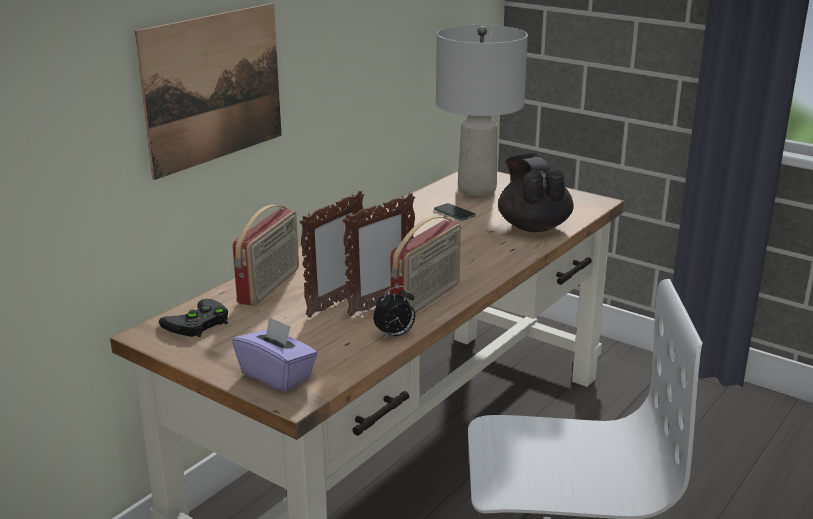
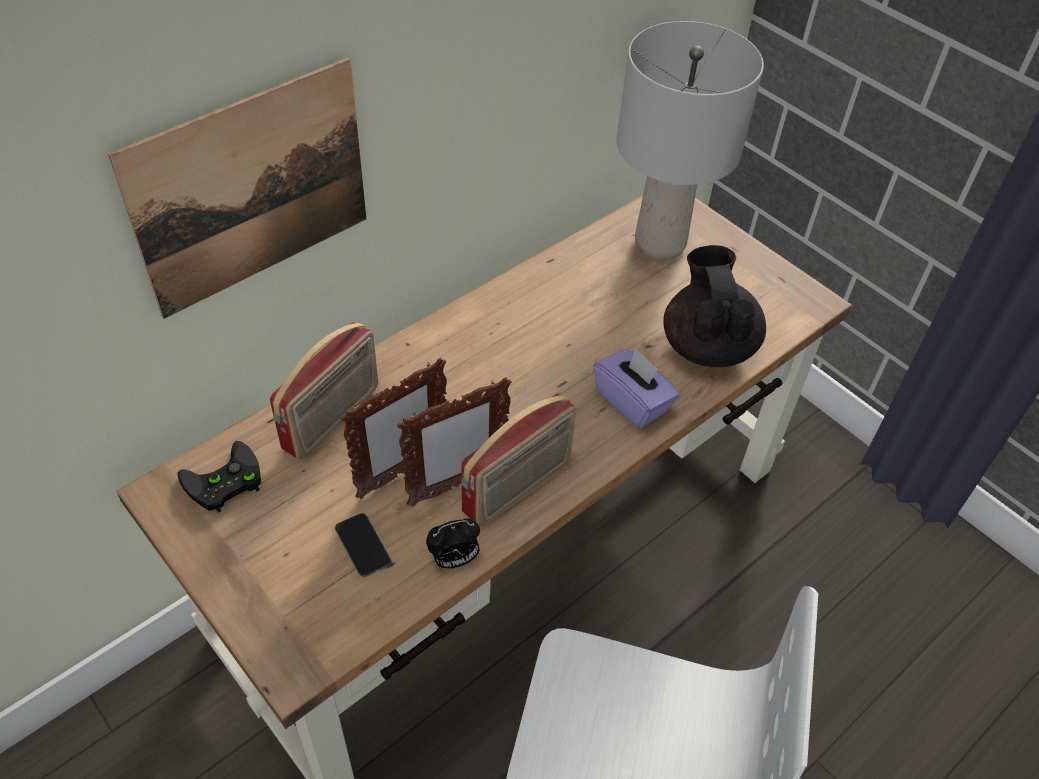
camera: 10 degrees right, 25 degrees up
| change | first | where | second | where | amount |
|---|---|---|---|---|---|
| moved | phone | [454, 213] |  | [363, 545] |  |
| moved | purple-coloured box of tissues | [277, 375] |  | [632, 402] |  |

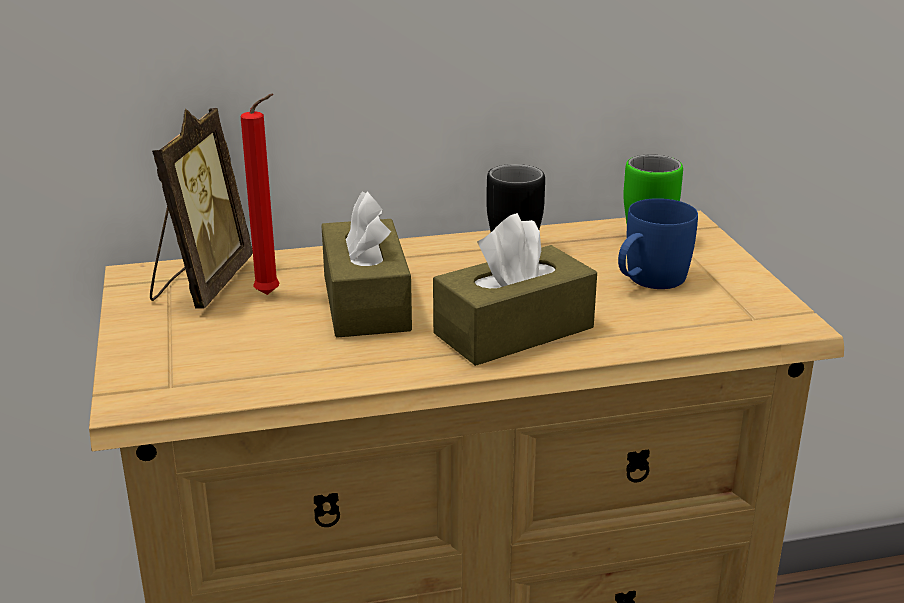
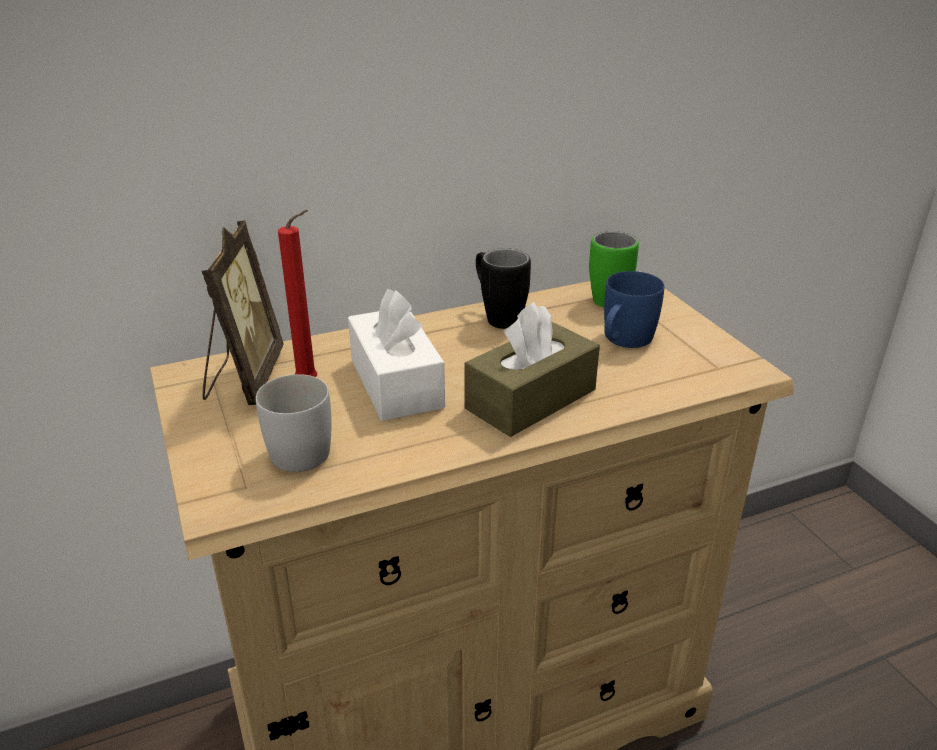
camera: 10 degrees left, 5 degrees up
| change | first | where | second | where | amount |
|---|---|---|---|---|---|
| added |  |  | white mug | [302, 446] |  |
| recoloured | brownish box of tissues | [366, 302] | white box of tissues | [396, 383] |  |

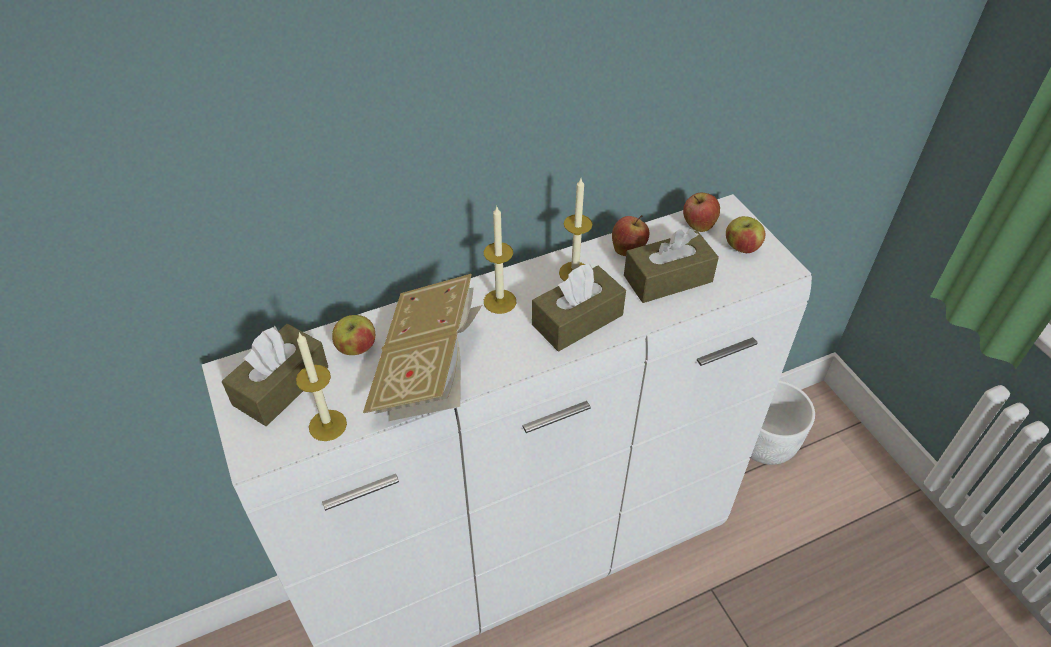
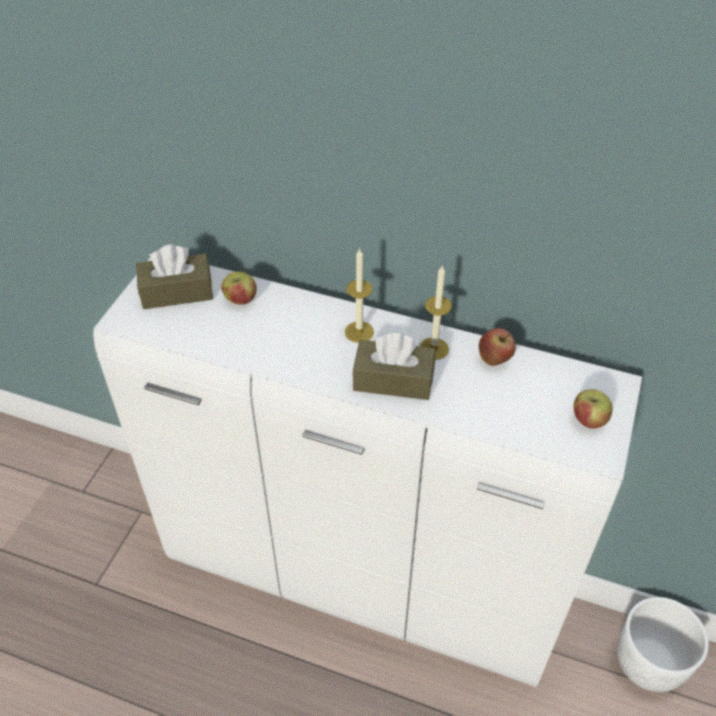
camera: 45 degrees right, 0 degrees up
| change | first | where | second | where | amount |
|---|---|---|---|---|---|
| removed | wax light | [327, 425] |  |  |  |
| removed | volume | [429, 371] |  |  |  |
| removed | brownish box of tissues | [668, 279] |  |  |  |
| removed | apple | [698, 226] |  |  |  |

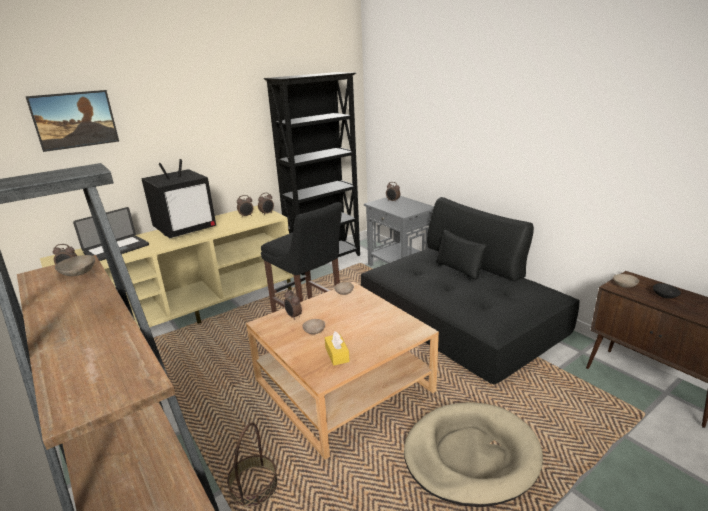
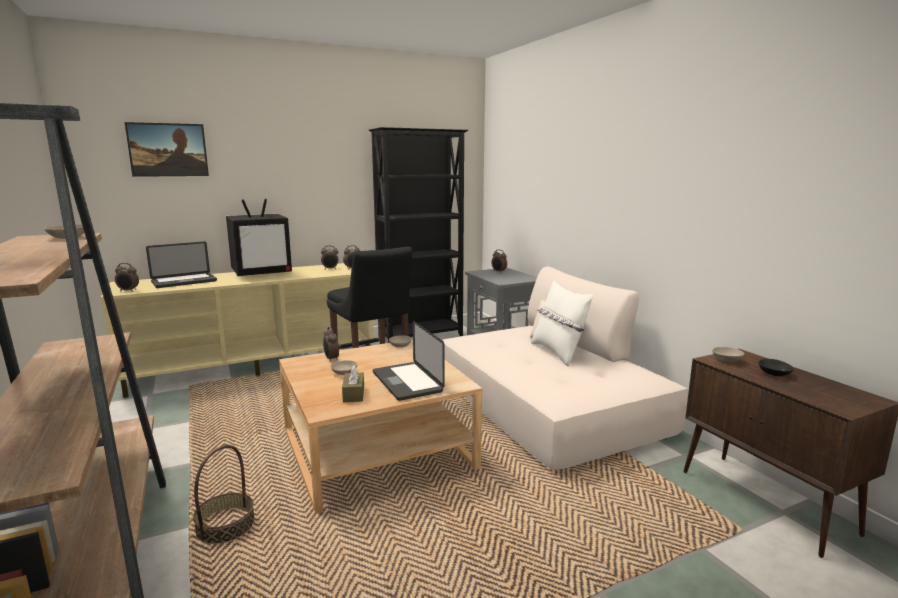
camera: 10 degrees right, 10 degrees down
| change | first | where | second | where | amount |
|---|---|---|---|---|---|
| recoloured | yellow box of tissues | [337, 354] | brownish box of tissues | [353, 394] |  |
| added |  |  | laptop | [407, 382] |  |
| recoloured | blackish couch | [460, 319] | beige-coloured couch | [547, 405] |  |
| added |  |  | white pillow | [558, 353] |  |
| removed | beige-coloured dog cushion | [470, 455] |  |  |  |

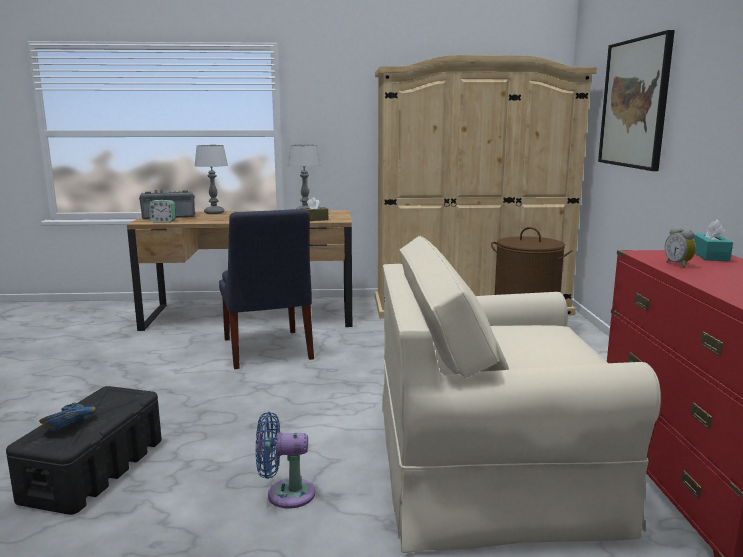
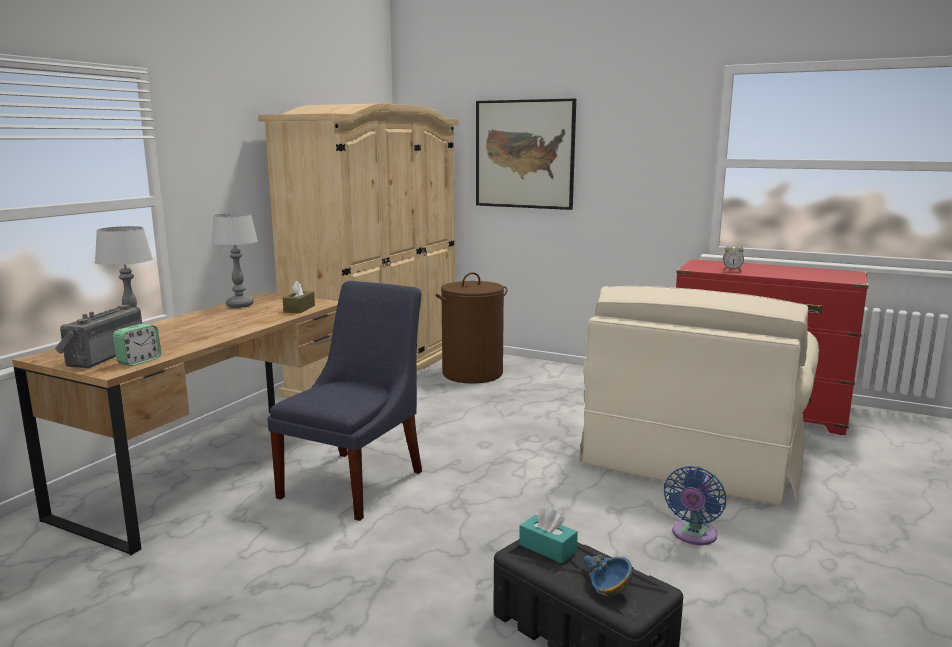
camera: 60 degrees left, 0 degrees up
| change | first | where | second | where | amount |
|---|---|---|---|---|---|
| turned | bluish chair | [267, 350] |  | [356, 481] | 75 degrees counterclockwise |
| moved | turquoise-coloured box of tissues | [709, 256] |  | [547, 548] |  |

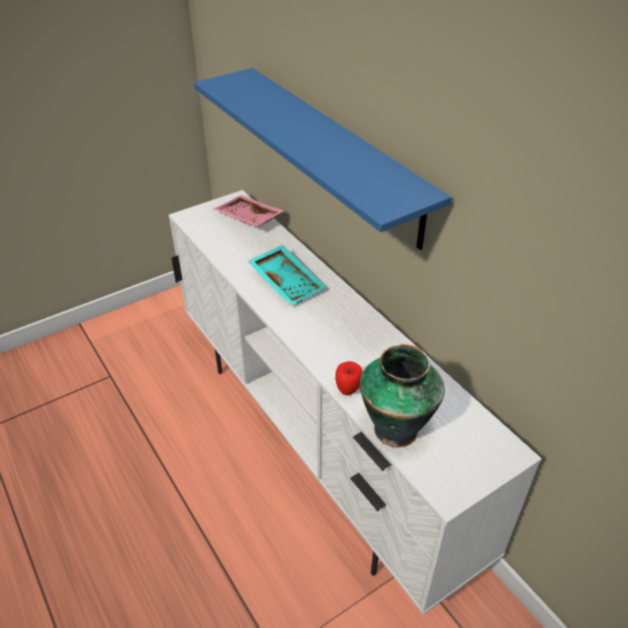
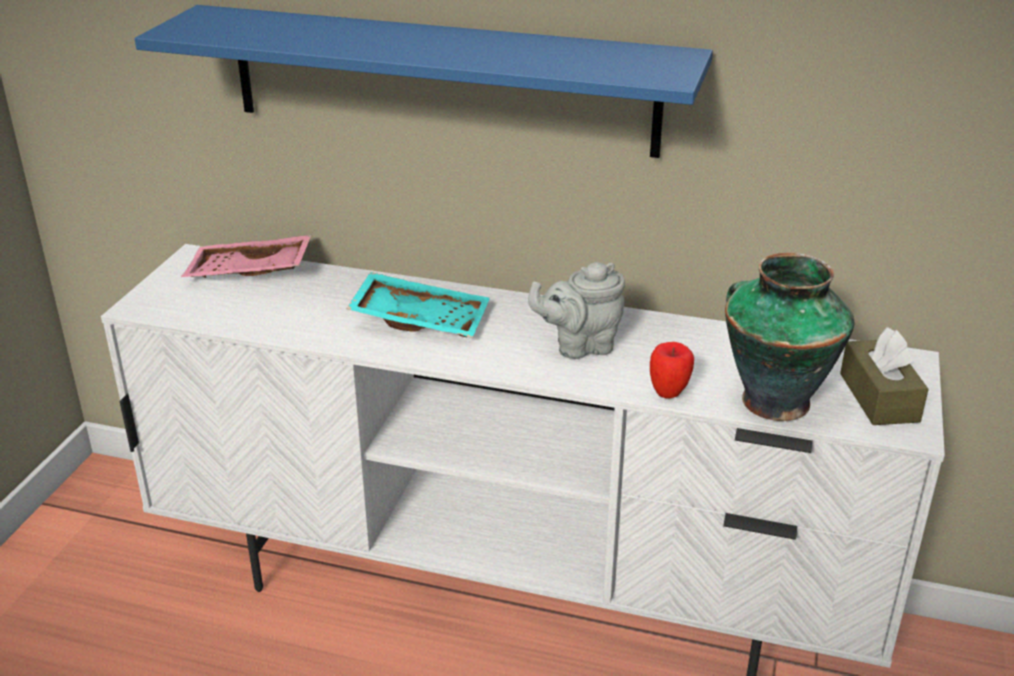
camera: 40 degrees left, 10 degrees down
| change | first | where | second | where | amount |
|---|---|---|---|---|---|
| added |  |  | grey tea pot | [579, 346] |  |
| added |  |  | brownish box of tissues | [879, 397] |  |

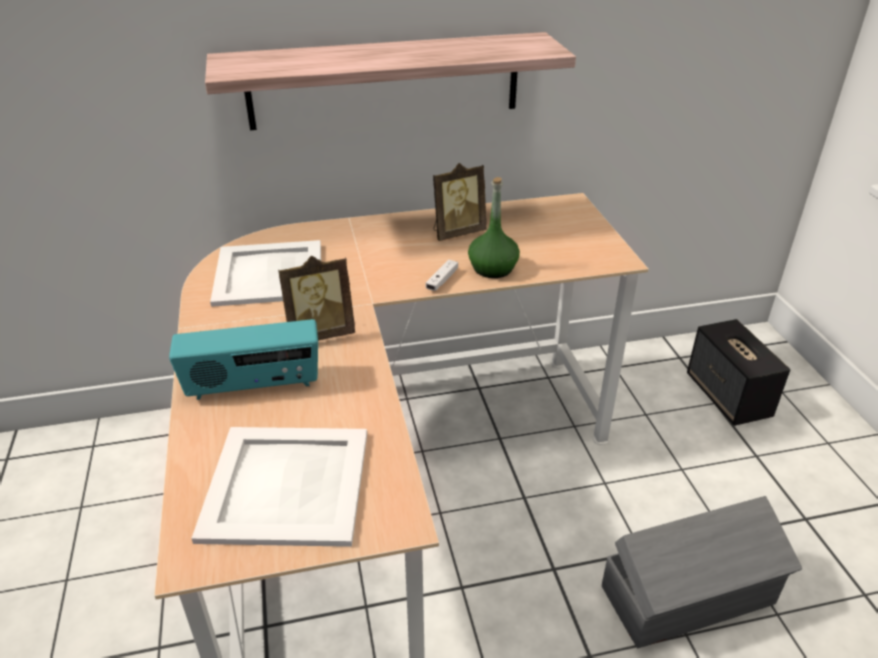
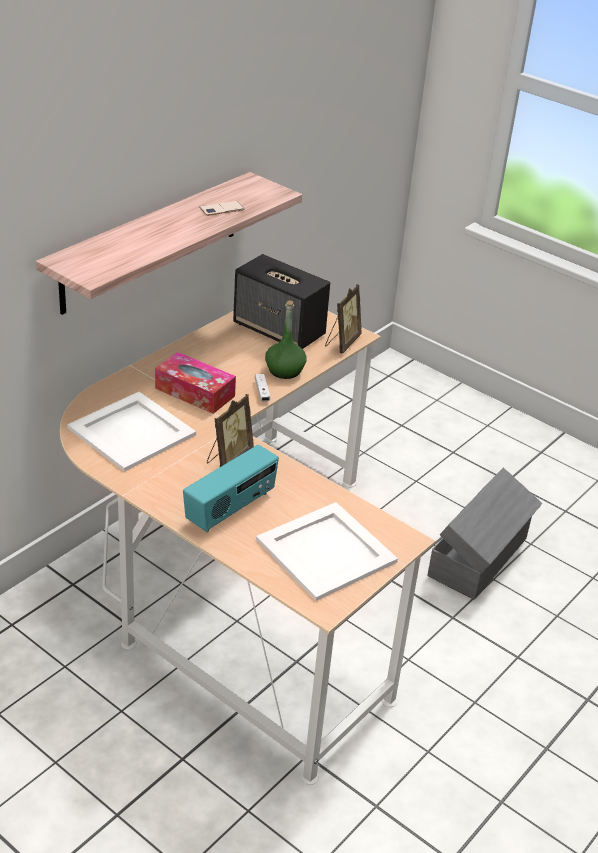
camera: 40 degrees left, 0 degrees up
| change | first | where | second | where | amount |
|---|---|---|---|---|---|
| added |  |  | box of tissues | [195, 392] |  |
| added |  |  | phone | [222, 209] |  |
| moved | audio speaker | [728, 397] |  | [280, 330] |  |
| moved | photo frame | [457, 232] |  | [342, 343] |  |

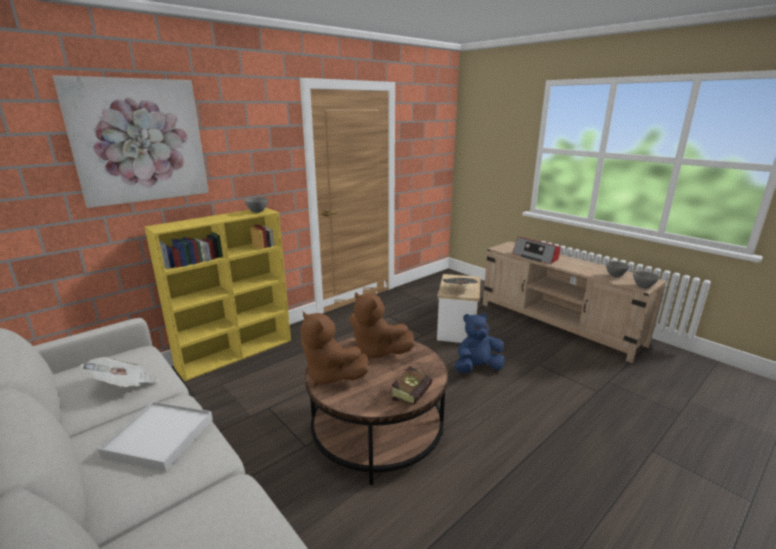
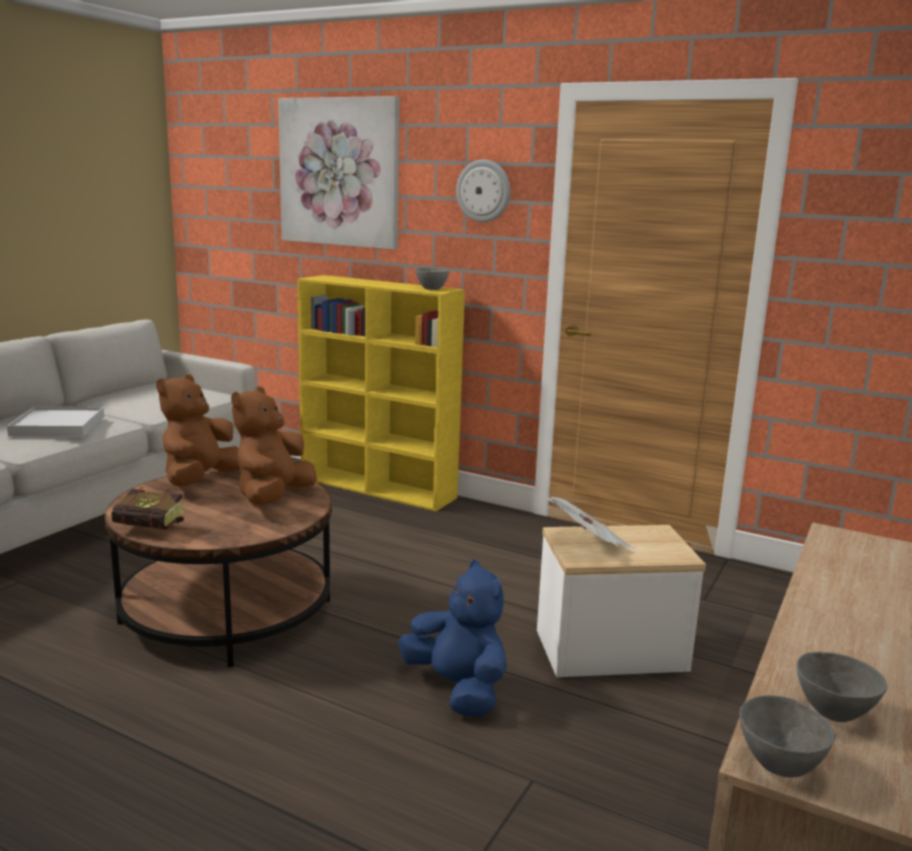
camera: 70 degrees right, 5 degrees down
| change | first | where | second | where | amount |
|---|---|---|---|---|---|
| added |  |  | wall clock | [483, 191] |  |
| removed | daily paper | [126, 385] |  |  |  |
| removed | radio receiver | [536, 257] |  |  |  |

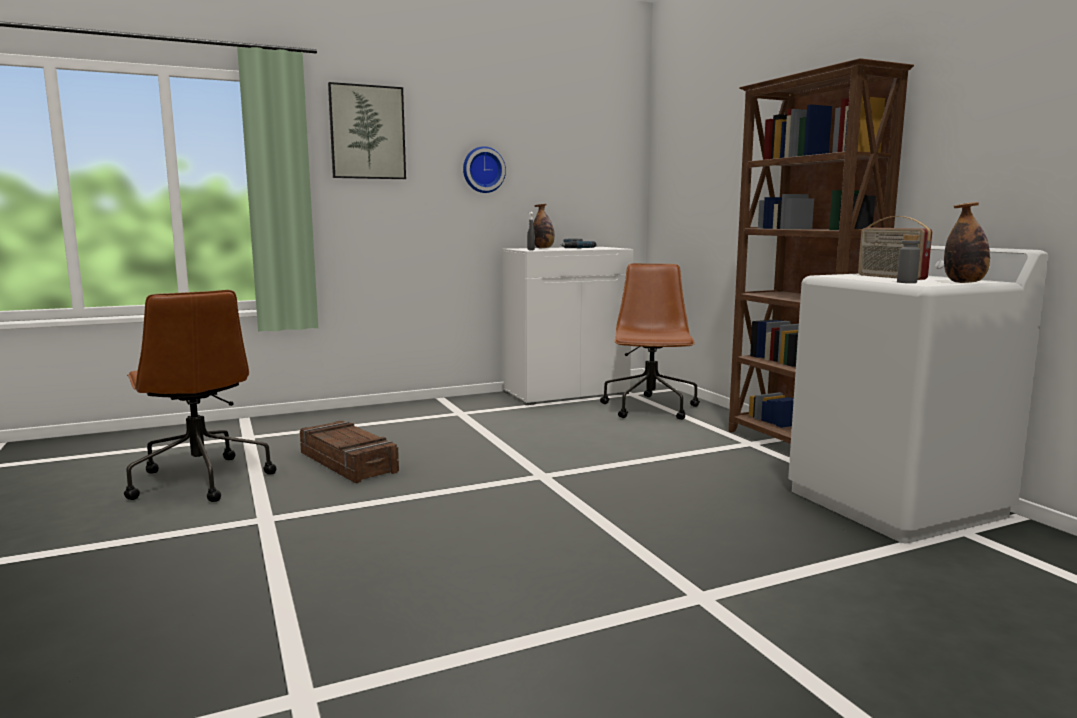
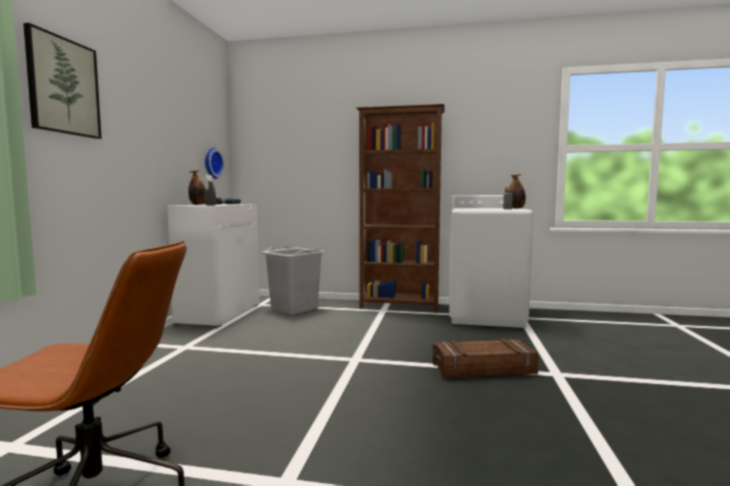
camera: 55 degrees left, 5 degrees down
| change | first | where | second | where | amount |
|---|---|---|---|---|---|
| moved | wall clock | [483, 170] |  | [212, 163] |  |
| replaced | brownish desk chair | [650, 409] | grey laundry basket | [294, 309] |  |
| moved | shipping crate | [349, 462] |  | [483, 368] |  |
| removed | radio receiver | [890, 277] |  |  |  |

